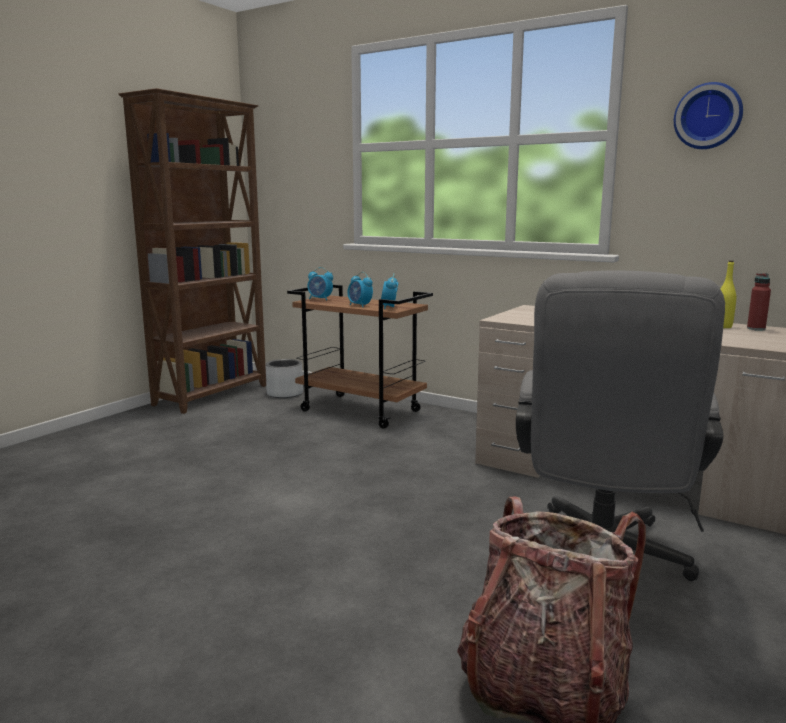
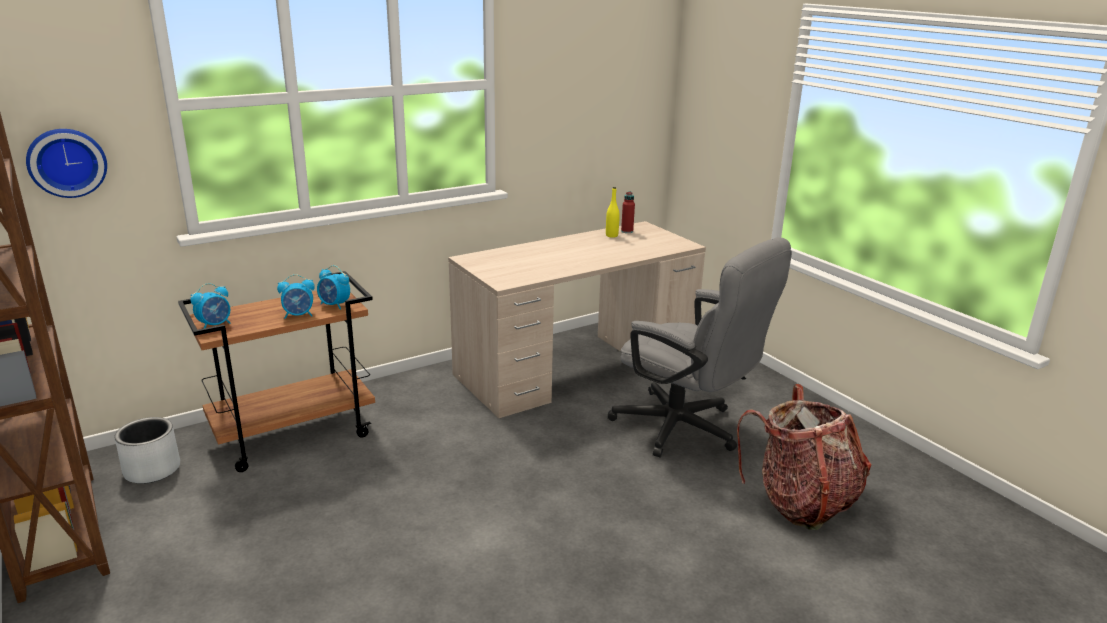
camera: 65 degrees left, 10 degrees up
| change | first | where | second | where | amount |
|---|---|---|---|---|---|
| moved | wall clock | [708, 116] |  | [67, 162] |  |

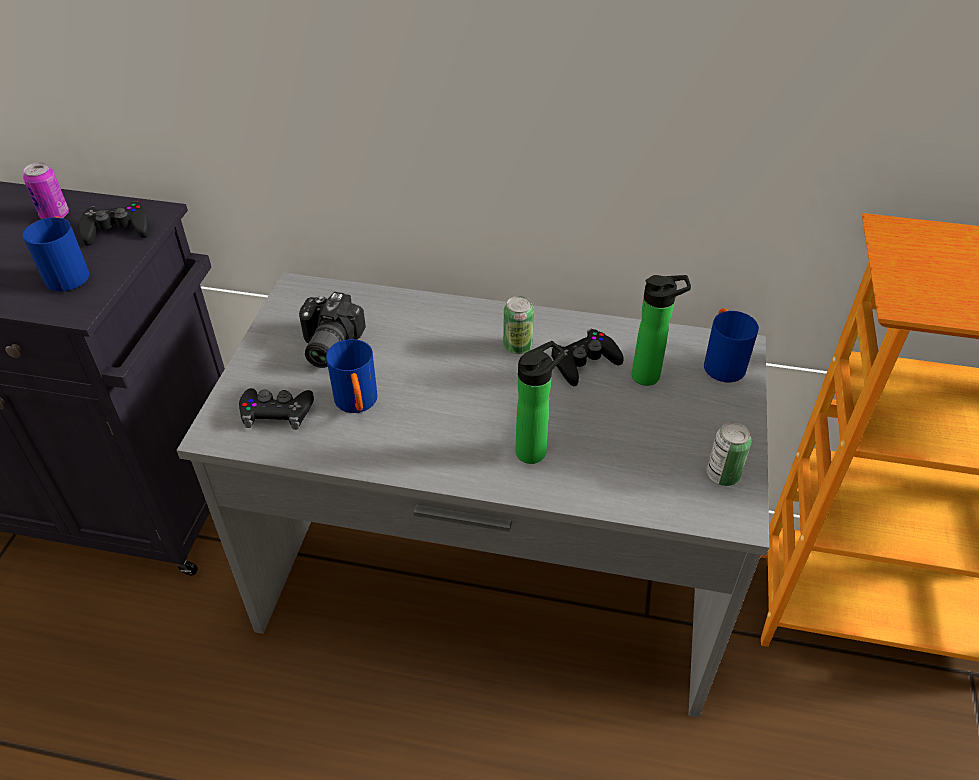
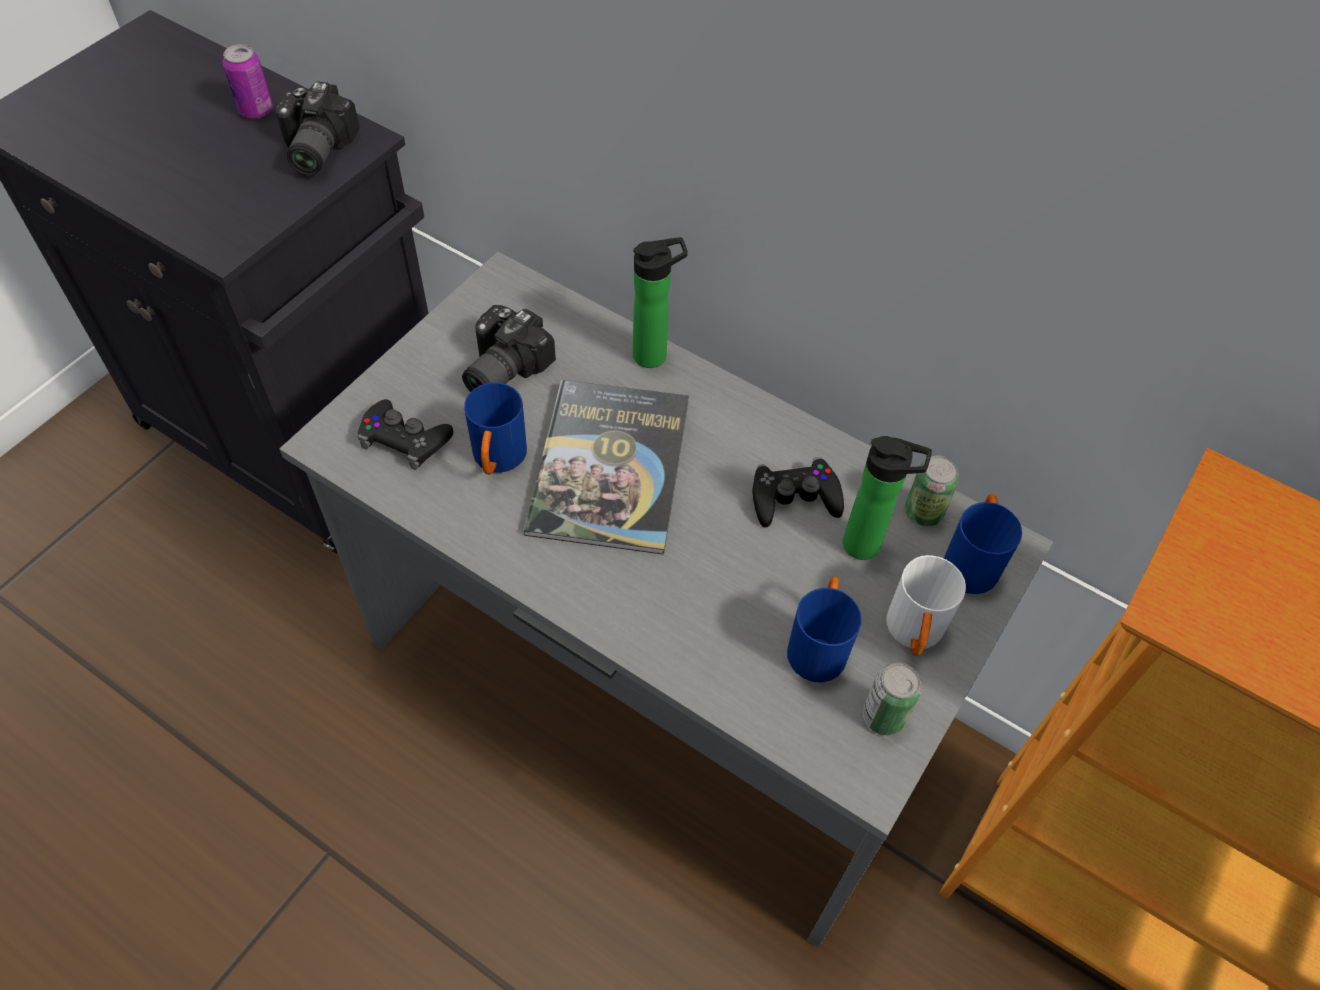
camera: 20 degrees right, 10 degrees up
| change | first | where | second | where | amount |
|---|---|---|---|---|---|
| replaced | blackish joypad | [117, 229] | photo camera | [313, 150] |  |
| added |  |  | volume | [610, 466] |  |
| moved | drink bottle | [534, 450] |  | [655, 355] |  |
| moved | bluish mug | [69, 273] |  | [818, 644] |  |
| added |  |  | white mug | [913, 635] |  |
| moved | can | [517, 346] |  | [923, 512] |  |

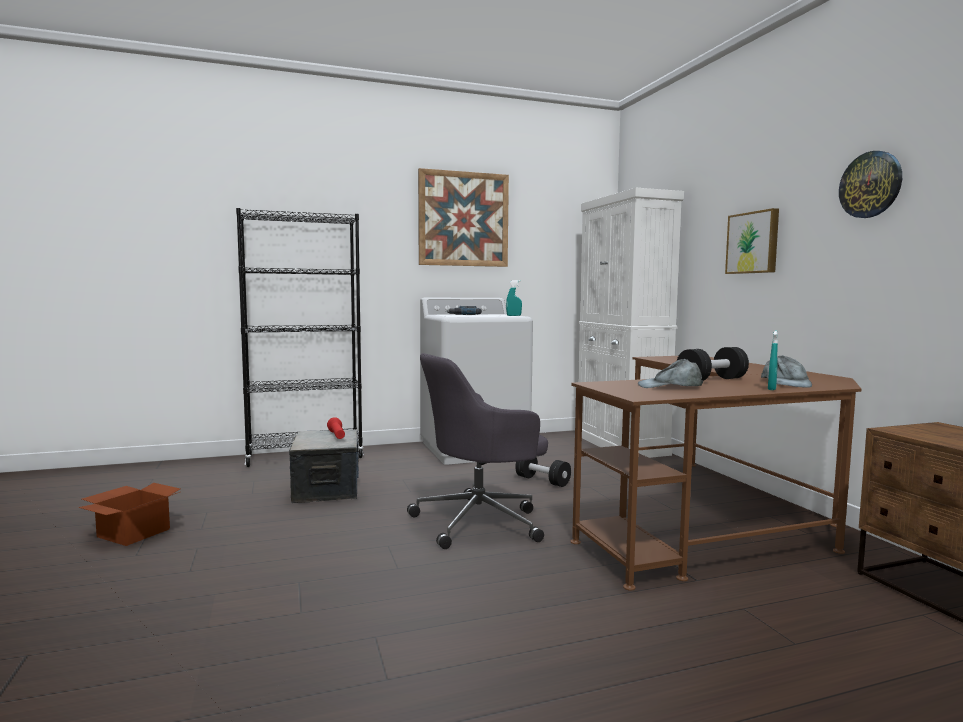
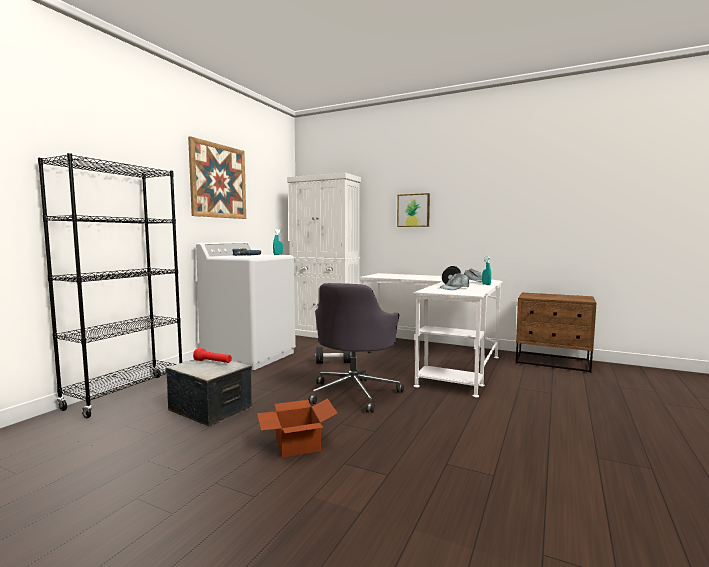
camera: 45 degrees left, 0 degrees up
| change | first | where | second | where | amount |
|---|---|---|---|---|---|
| moved | carton | [133, 532] |  | [296, 444] |  |
| recoloured | brownish desk | [713, 517] | white desk | [436, 357] |  |
| removed | wall clock | [870, 185] |  |  |  |

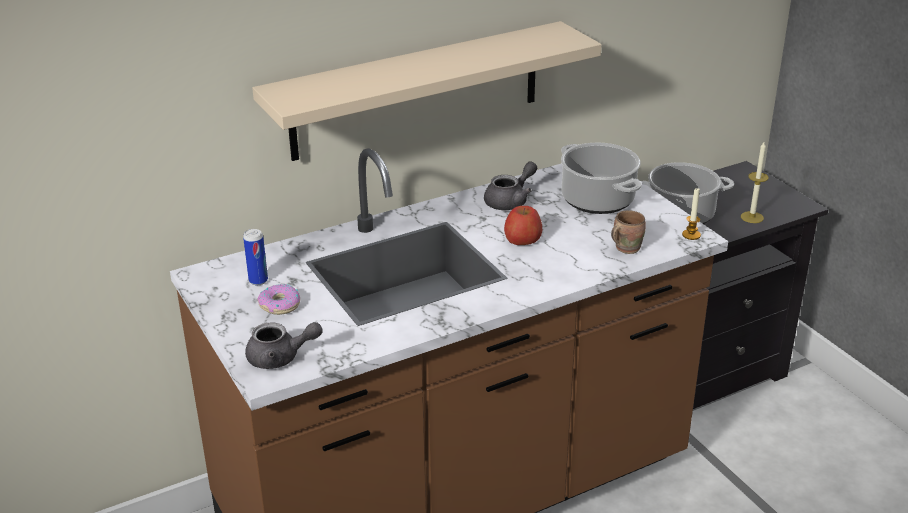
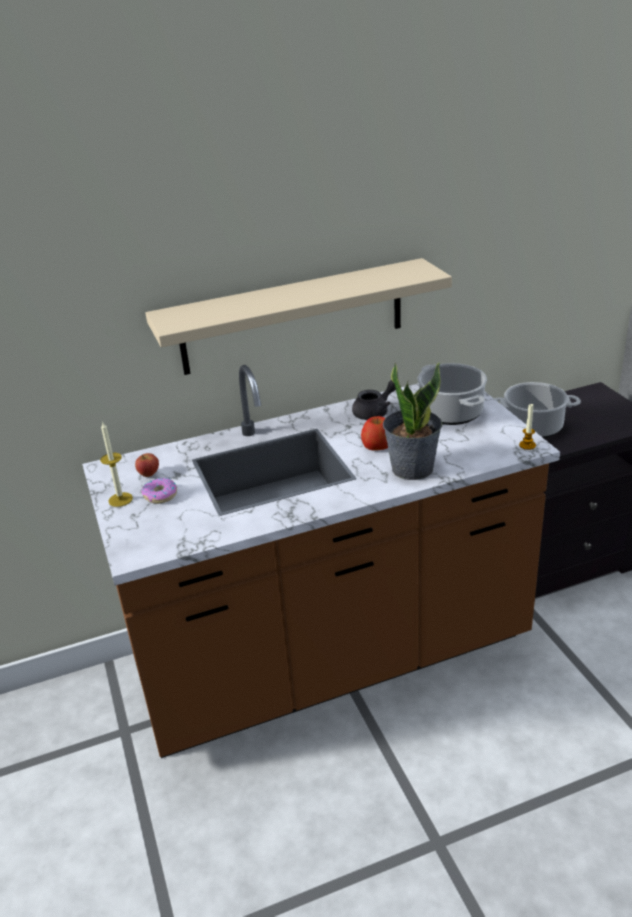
camera: 10 degrees right, 0 degrees up
| change | first | where | second | where | amount |
|---|---|---|---|---|---|
| moved | wax light | [752, 217] |  | [120, 499] |  |
| replaced | can | [258, 281] | apple | [149, 474] |  |
| added |  |  | plant in a pot | [412, 468] |  |
| removed | grey tea pot | [280, 358] |  |  |  |
| removed | brownish mug | [625, 248] |  |  |  |

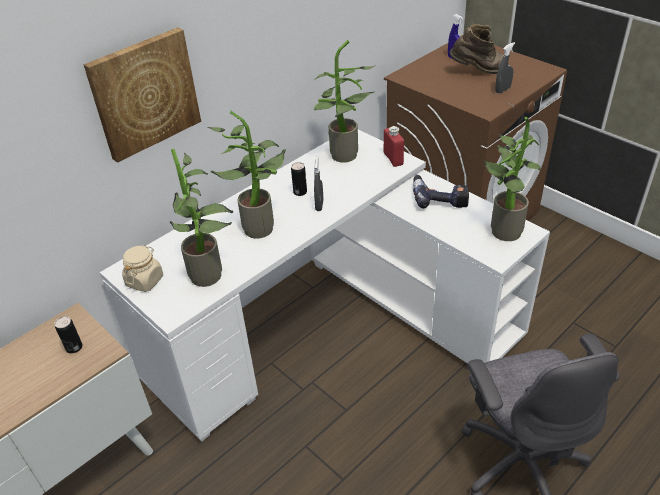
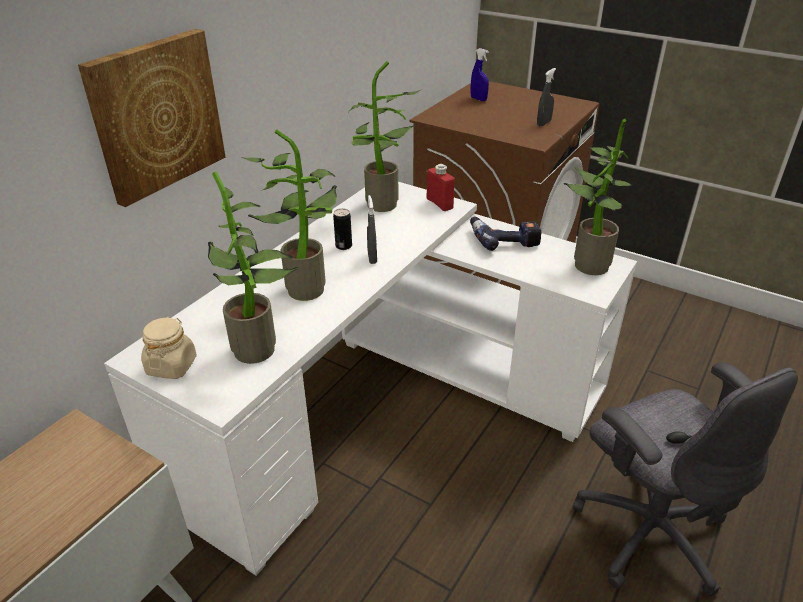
camera: 15 degrees left, 5 degrees down
| change | first | where | second | where | amount |
|---|---|---|---|---|---|
| removed | can | [74, 347] |  |  |  |
| removed | brownish high-top boot | [478, 72] |  |  |  |

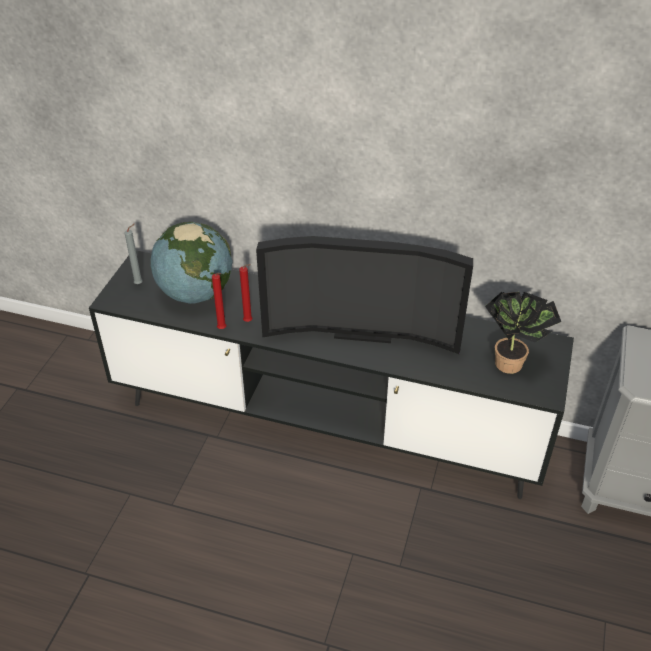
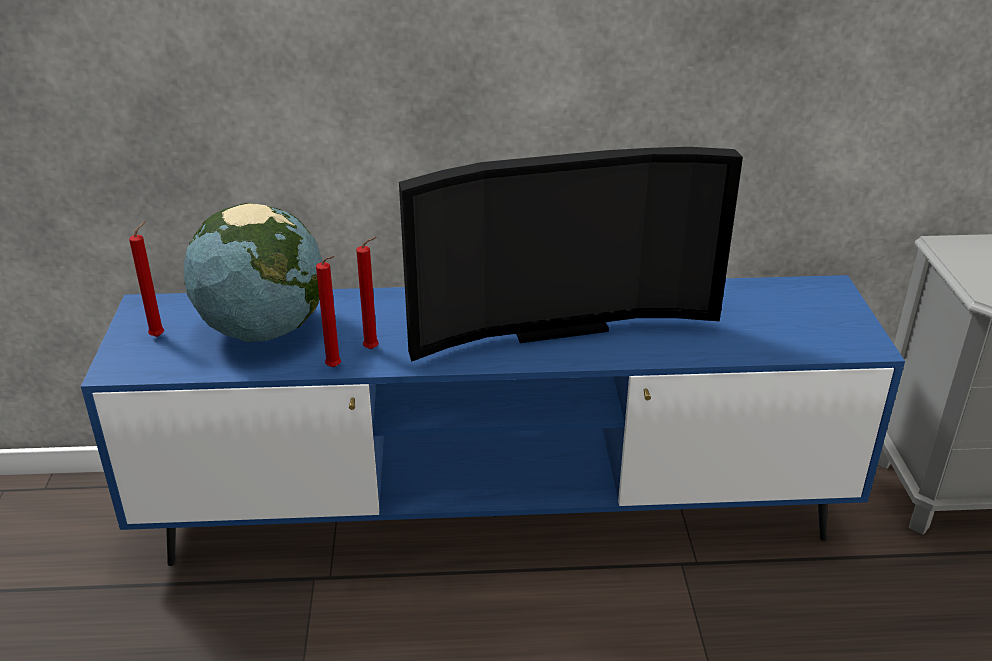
camera: 20 degrees left, 10 degrees down
| change | first | where | second | where | amount |
|---|---|---|---|---|---|
| recoloured | blackish tv unit | [326, 424] | bluish tv unit | [495, 515] |  |
| recoloured | grey wax light | [140, 283] | red wax light | [159, 335] |  |
| removed | plant in a pot | [512, 362] |  |  |  |

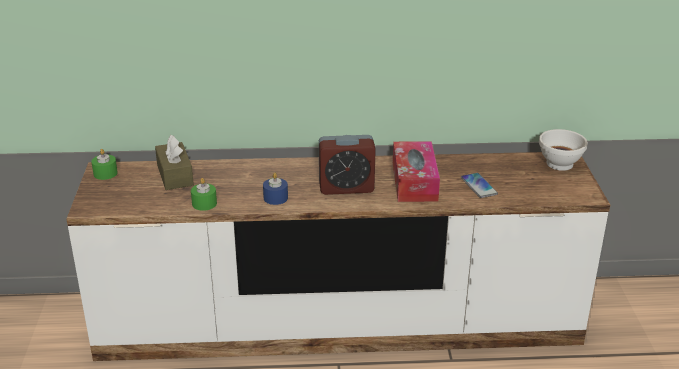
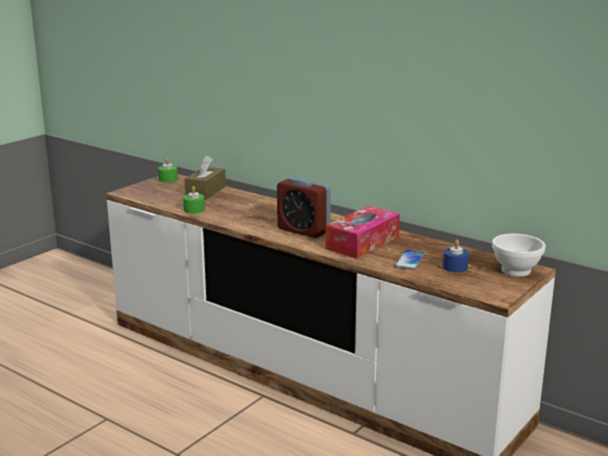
camera: 40 degrees right, 10 degrees down
| change | first | where | second | where | amount |
|---|---|---|---|---|---|
| moved | bluish wax light | [275, 198] |  | [455, 267] |  |

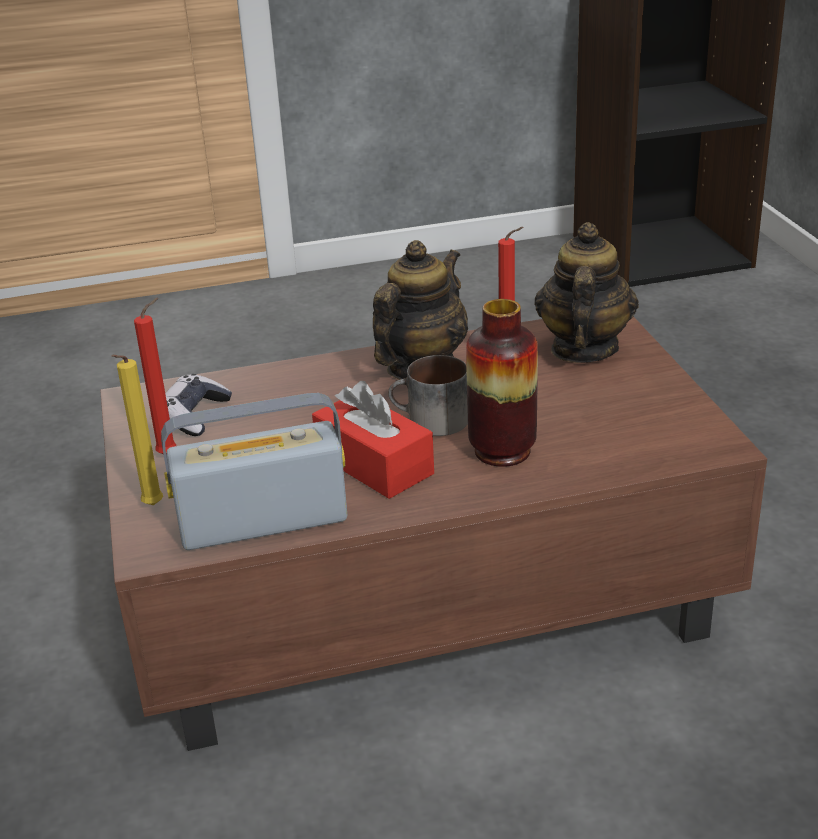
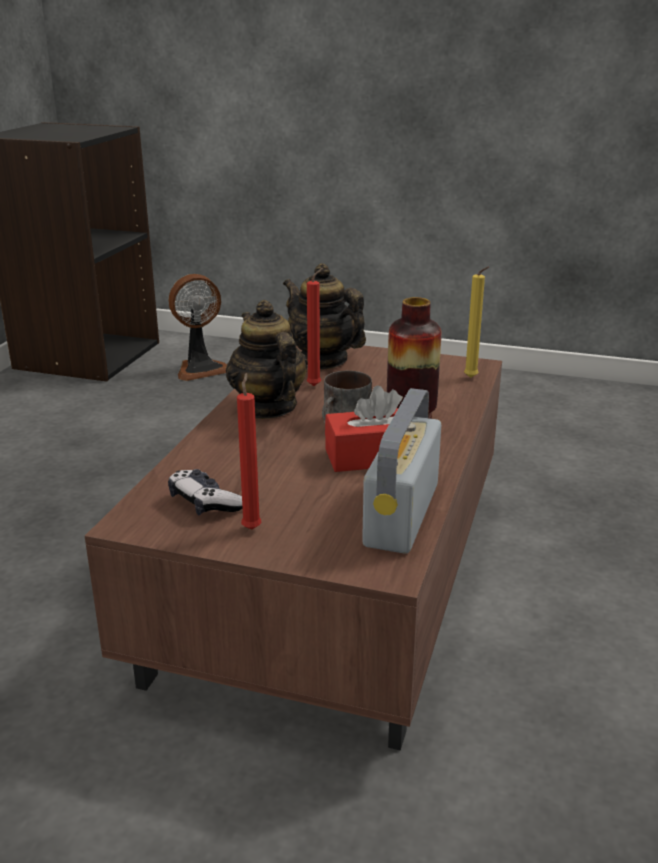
camera: 60 degrees left, 5 degrees down
| change | first | where | second | where | amount |
|---|---|---|---|---|---|
| added |  |  | cooling fan | [200, 369] |  |
| moved | yellow wax light | [151, 507] |  | [472, 378] |  |

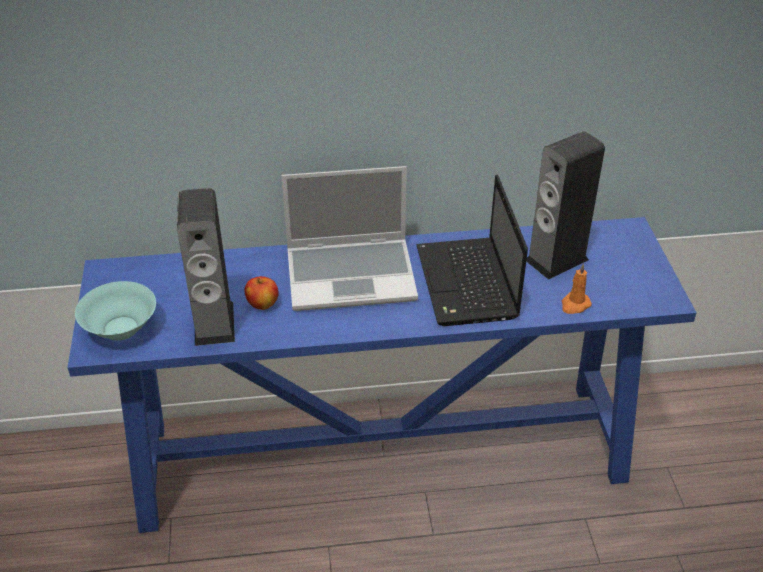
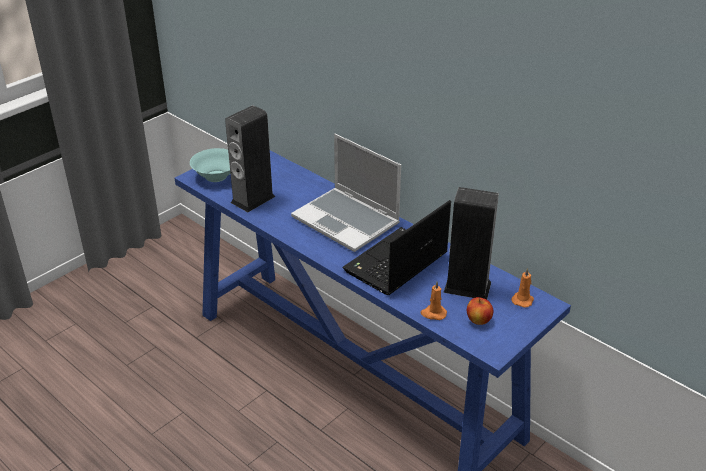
camera: 50 degrees right, 5 degrees down
| change | first | where | second | where | amount |
|---|---|---|---|---|---|
| moved | apple | [263, 304] |  | [478, 320] |  |
| added |  |  | orange-coloured wax light | [523, 300] |  |

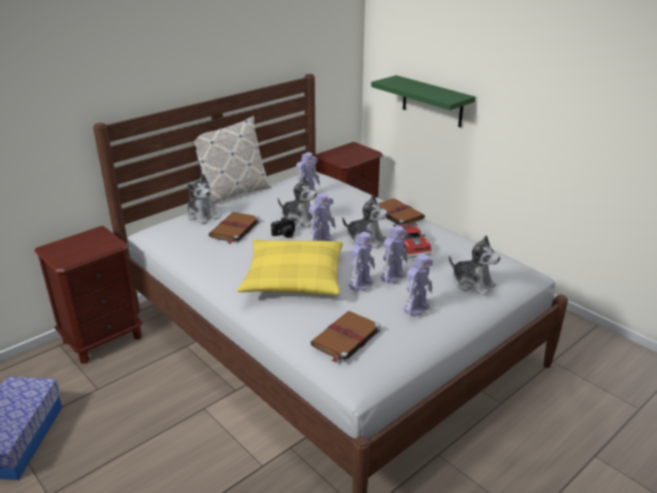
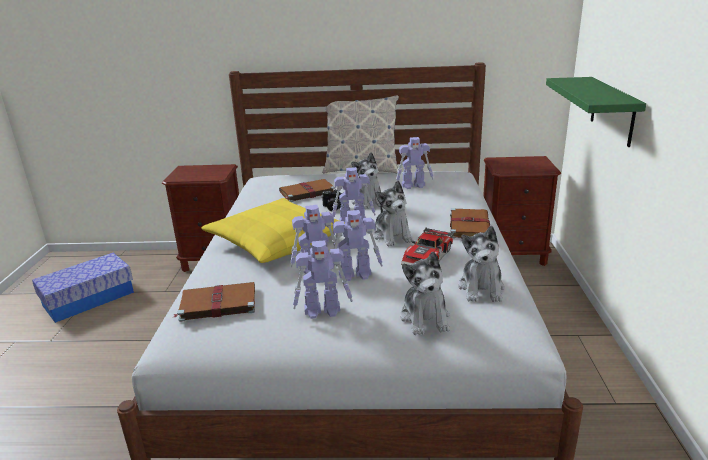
camera: 45 degrees right, 5 degrees down
| change | first | where | second | where | amount |
|---|---|---|---|---|---|
| moved | cuddly toy | [202, 216] |  | [481, 288] |  |

